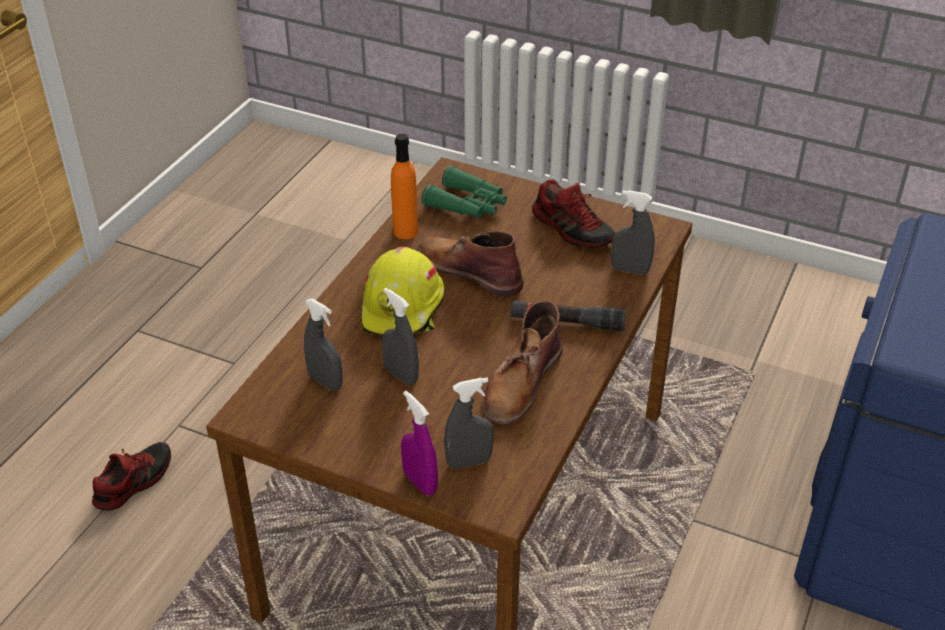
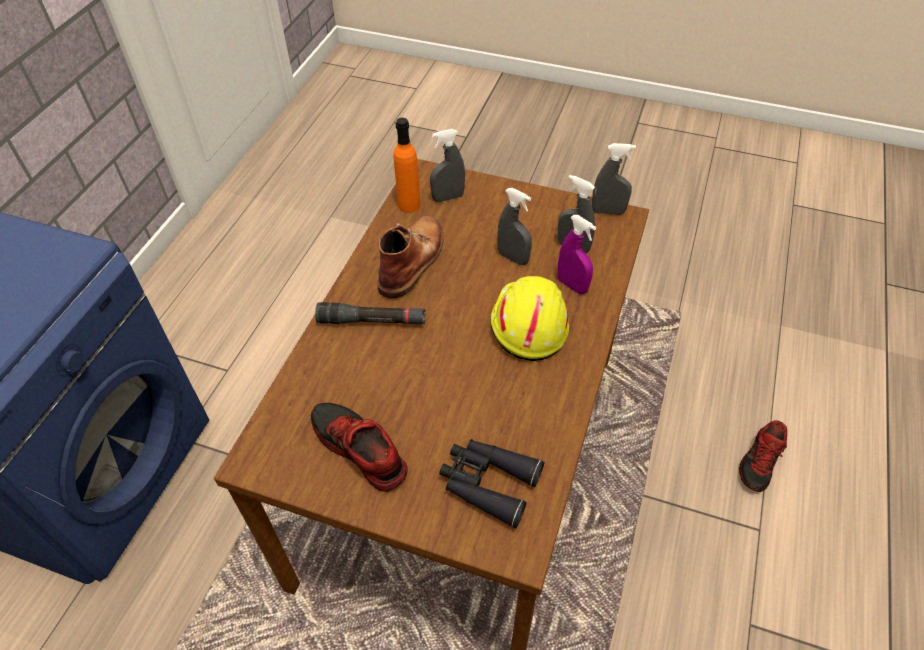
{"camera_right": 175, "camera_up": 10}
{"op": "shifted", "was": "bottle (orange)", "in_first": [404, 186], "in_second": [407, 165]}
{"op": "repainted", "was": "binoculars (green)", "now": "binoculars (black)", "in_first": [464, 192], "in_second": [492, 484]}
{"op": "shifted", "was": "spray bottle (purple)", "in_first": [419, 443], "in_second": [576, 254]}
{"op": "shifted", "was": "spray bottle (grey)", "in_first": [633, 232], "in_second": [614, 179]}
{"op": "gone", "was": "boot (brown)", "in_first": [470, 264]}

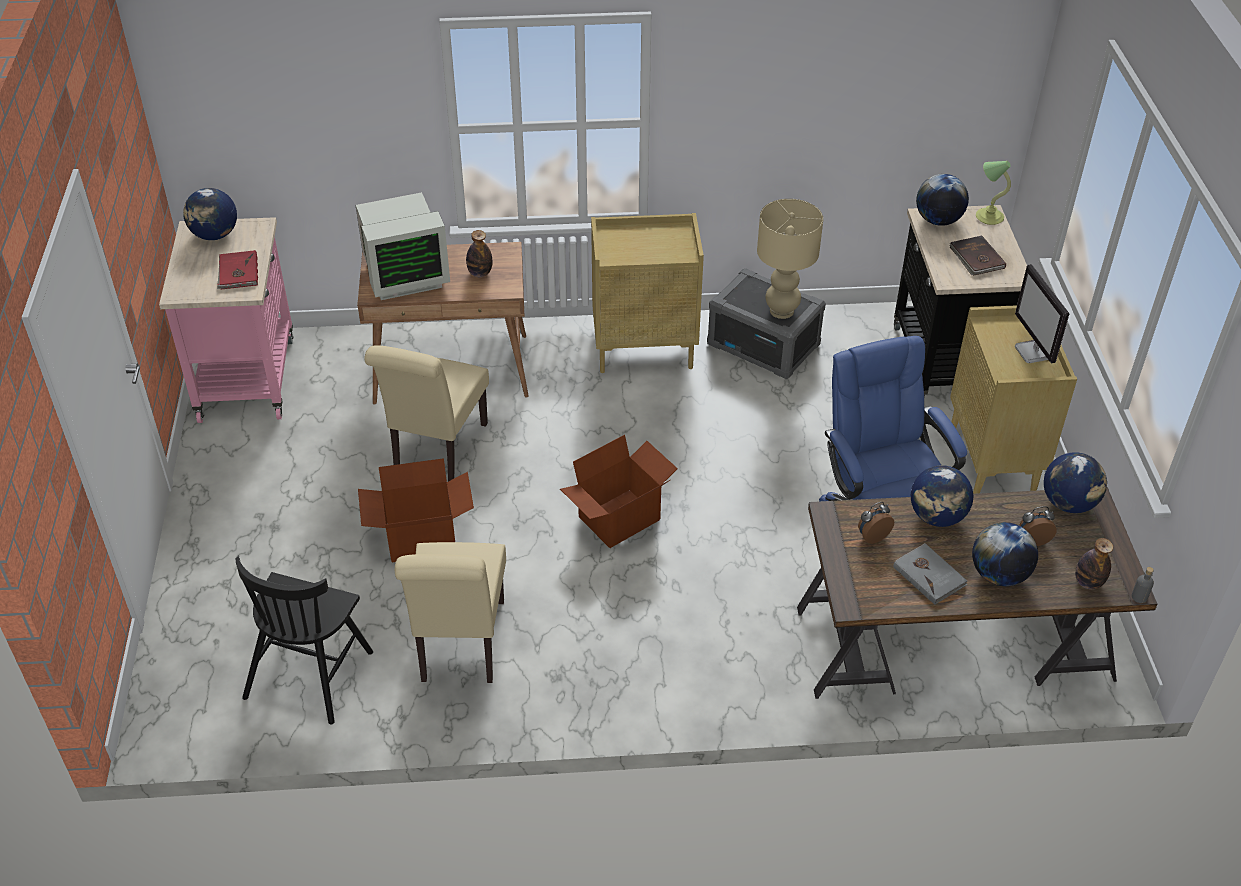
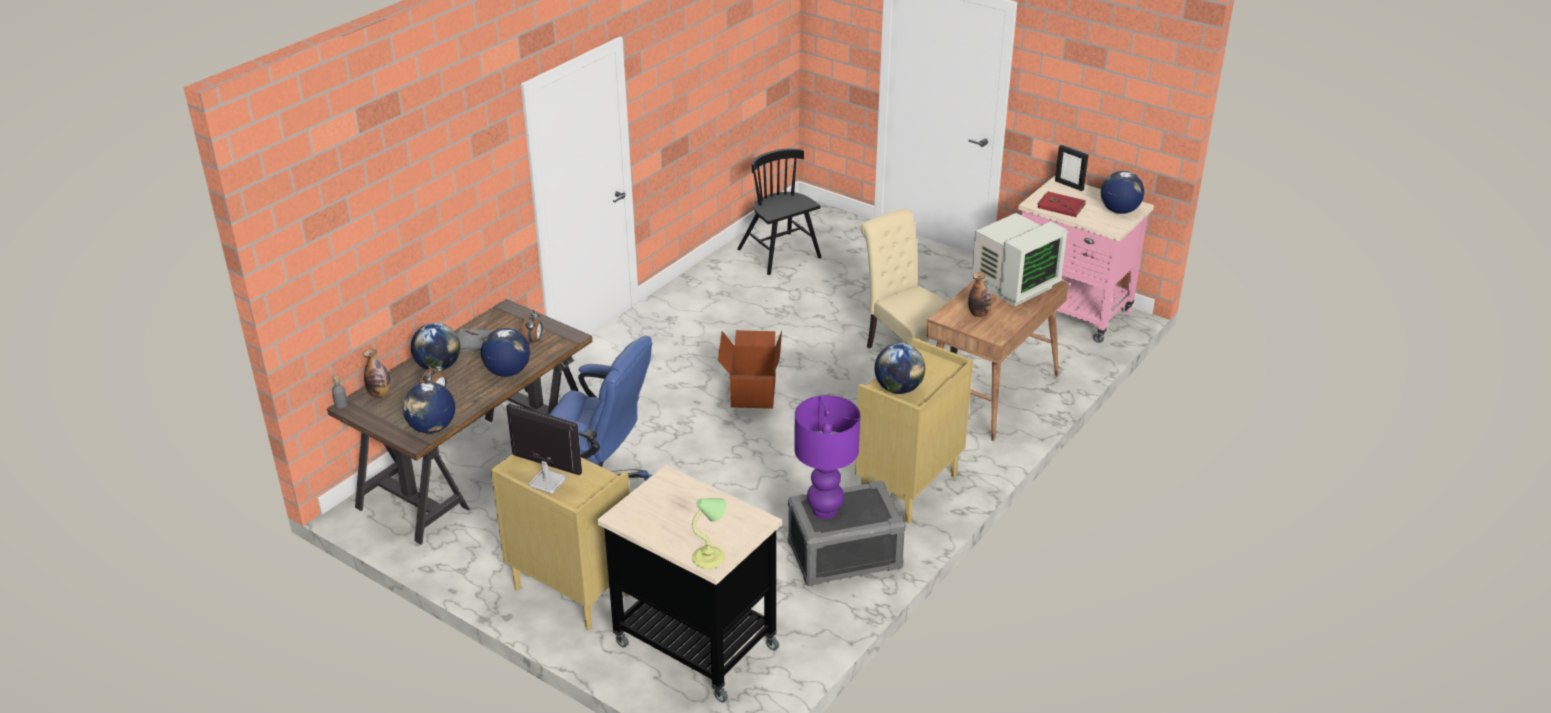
{"camera_right": 130, "camera_up": -10}
{"op": "repainted", "was": "table lamp (beige)", "now": "table lamp (purple)", "in_first": [790, 259], "in_second": [827, 457]}
{"op": "shifted", "was": "globe", "in_first": [942, 200], "in_second": [899, 368]}
{"op": "rotated", "was": "monitor", "in_first": [403, 246], "in_second": [1020, 259], "clockwise": -150}
{"op": "new", "now": "picture frame", "in_second": [1072, 168]}
{"op": "gone", "was": "cardboard box", "in_first": [416, 510]}
{"op": "gone", "was": "chair (beige)", "in_first": [450, 612]}
{"op": "gone", "was": "book (brown)", "in_first": [977, 255]}

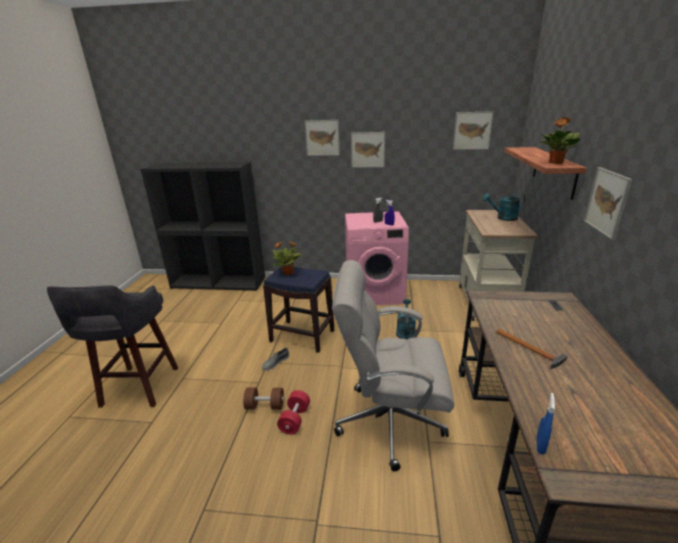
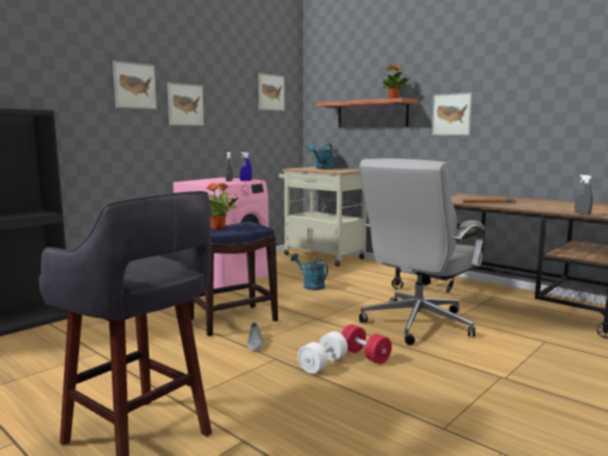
{"camera_right": -55, "camera_up": -15}
{"op": "repainted", "was": "dumbbell (brown)", "now": "dumbbell (white)", "in_first": [263, 399], "in_second": [323, 352]}
{"op": "repainted", "was": "spray bottle (blue)", "now": "spray bottle (grey)", "in_first": [546, 424], "in_second": [584, 195]}

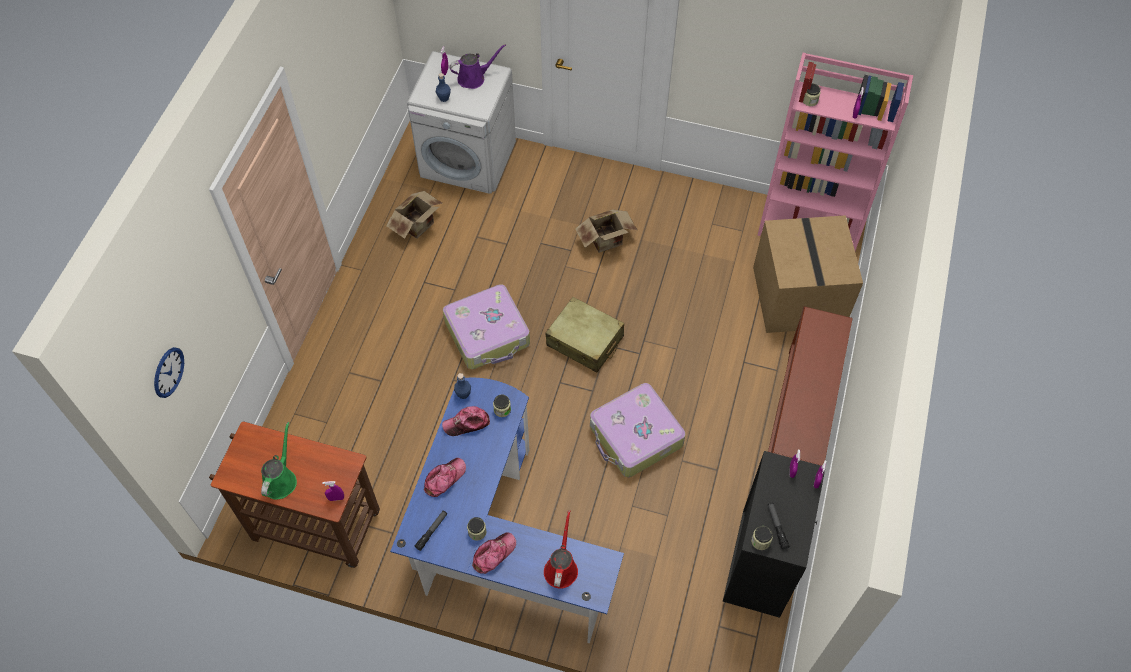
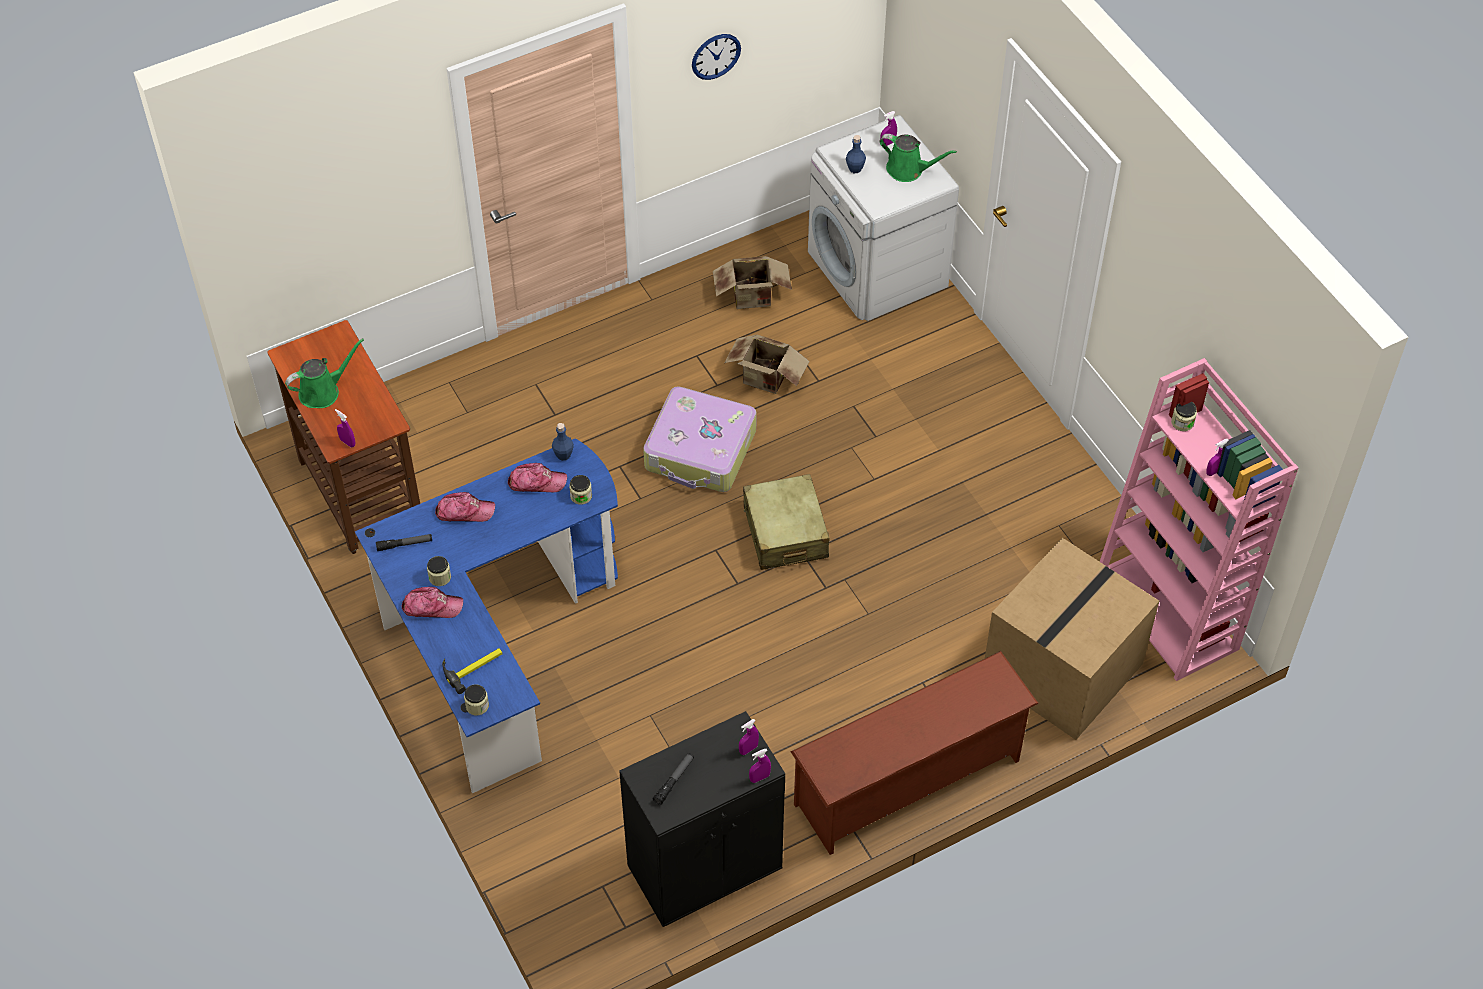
{"camera_right": 45, "camera_up": -5}
{"op": "swapped", "was": "watering can (red)", "now": "hammer", "in_first": [561, 549], "in_second": [472, 671]}
{"op": "shifted", "was": "jar", "in_first": [762, 538], "in_second": [476, 699]}
{"op": "rotated", "was": "cap", "in_first": [466, 421], "in_second": [537, 477], "clockwise": 150}
{"op": "shifted", "was": "wall clock", "in_first": [169, 372], "in_second": [716, 57]}
{"op": "shifted", "was": "cardboard box", "in_first": [606, 231], "in_second": [766, 364]}
{"op": "repainted", "was": "watering can (purple)", "now": "watering can (green)", "in_first": [477, 66], "in_second": [918, 158]}
{"op": "gone", "was": "suitcase", "in_first": [638, 430]}

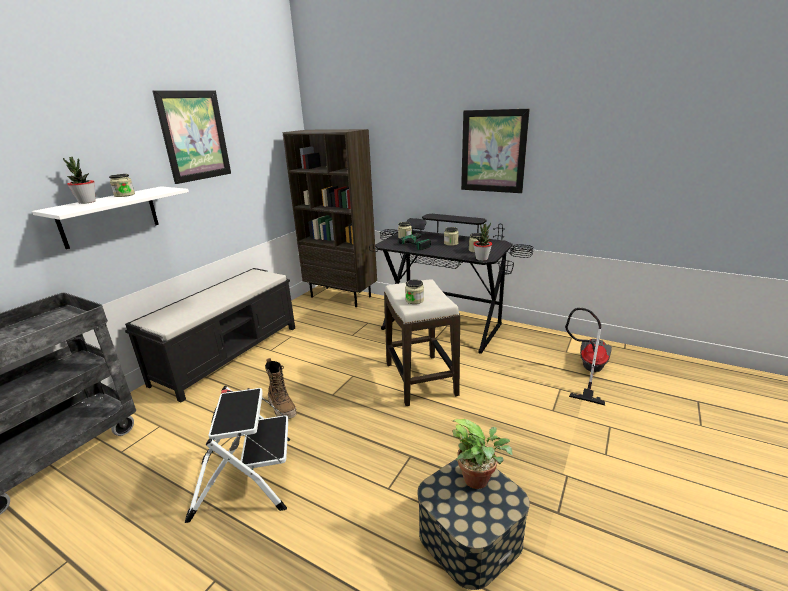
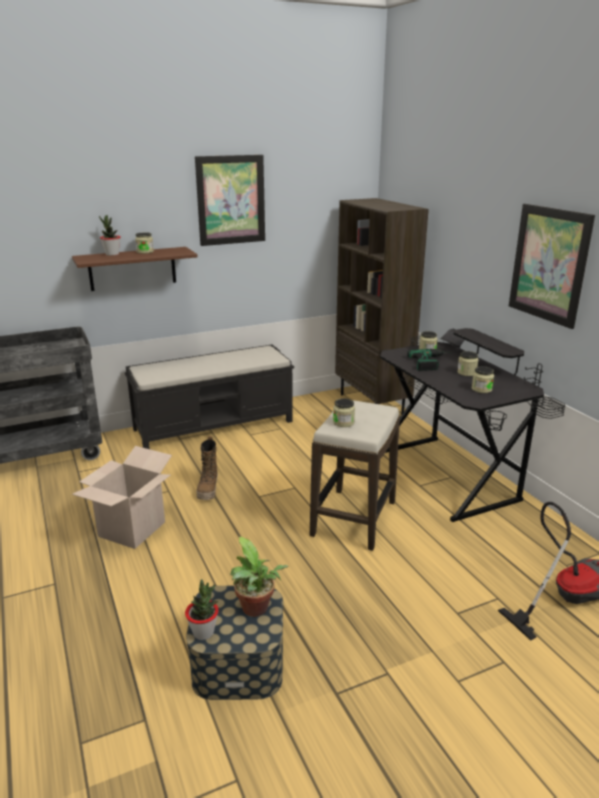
{"camera_right": 35, "camera_up": 0}
{"op": "repainted", "was": "shelf (white)", "now": "shelf (brown)", "in_first": [110, 217], "in_second": [135, 269]}
{"op": "swapped", "was": "step ladder", "now": "cardboard box", "in_first": [237, 454], "in_second": [122, 497]}
{"op": "shifted", "was": "potted plant", "in_first": [482, 242], "in_second": [202, 609]}

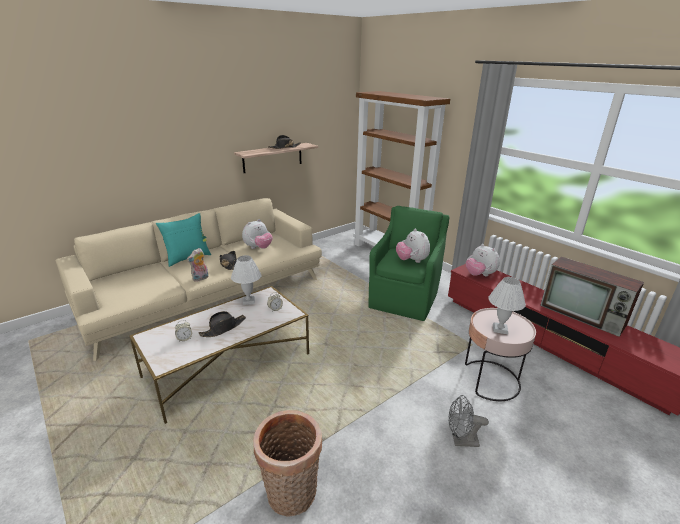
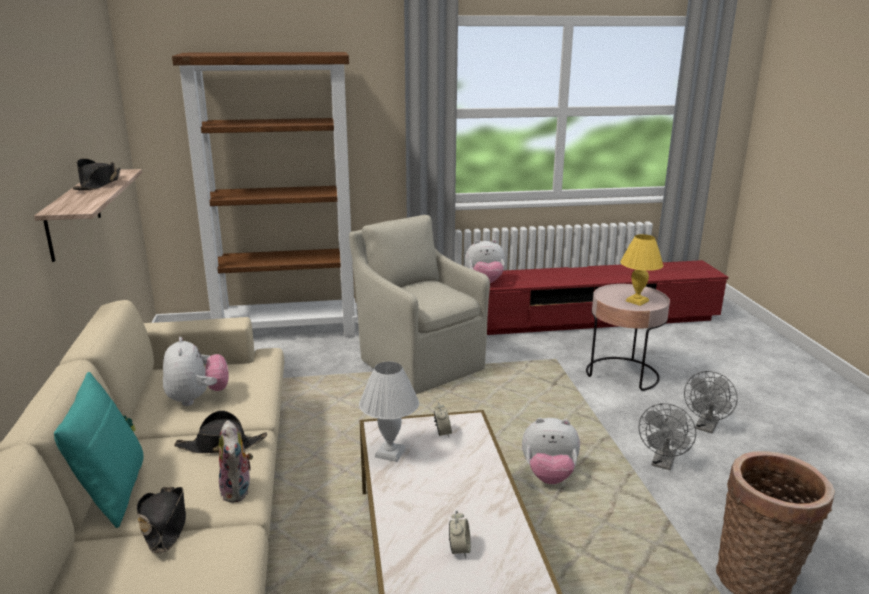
{"camera_right": -60, "camera_up": -5}
{"op": "shifted", "was": "hat (black)", "in_first": [222, 324], "in_second": [161, 519]}
{"op": "repainted", "was": "armchair (green)", "now": "armchair (beige)", "in_first": [409, 263], "in_second": [419, 304]}
{"op": "shifted", "was": "plush toy", "in_first": [413, 246], "in_second": [551, 451]}
{"op": "repainted", "was": "table lamp (white)", "now": "table lamp (yellow)", "in_first": [507, 305], "in_second": [641, 270]}
{"op": "new", "now": "fan (grey)", "in_second": [667, 436]}
{"op": "gone", "was": "television", "in_first": [592, 297]}

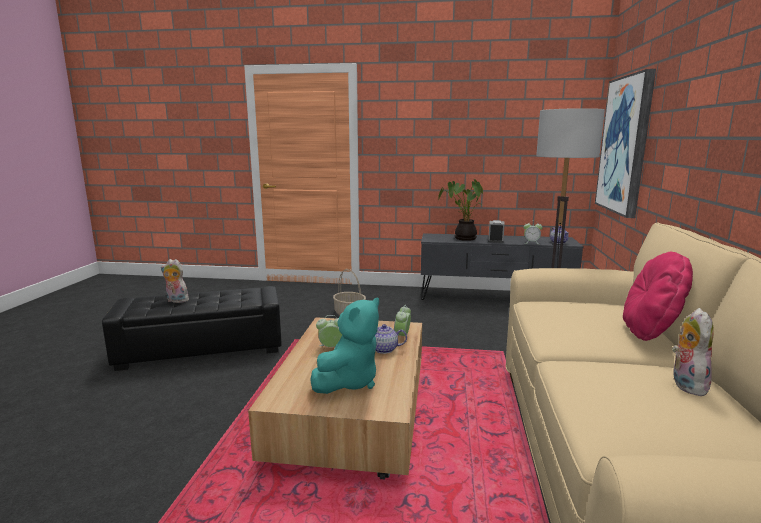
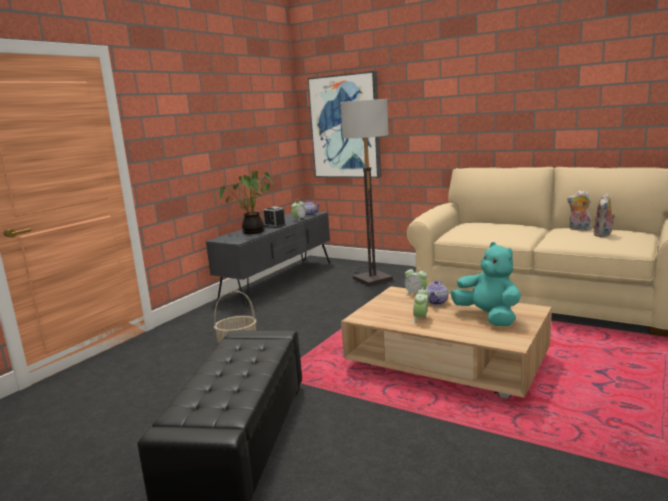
{"camera_right": -65, "camera_up": 0}
{"op": "shifted", "was": "plush toy", "in_first": [175, 281], "in_second": [604, 215]}
{"op": "gone", "was": "pillow (pink)", "in_first": [658, 296]}

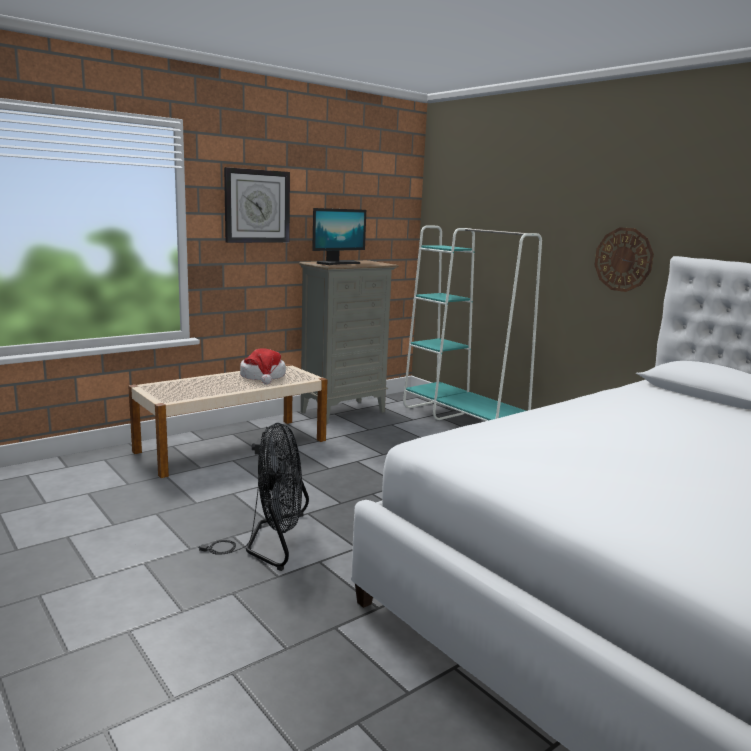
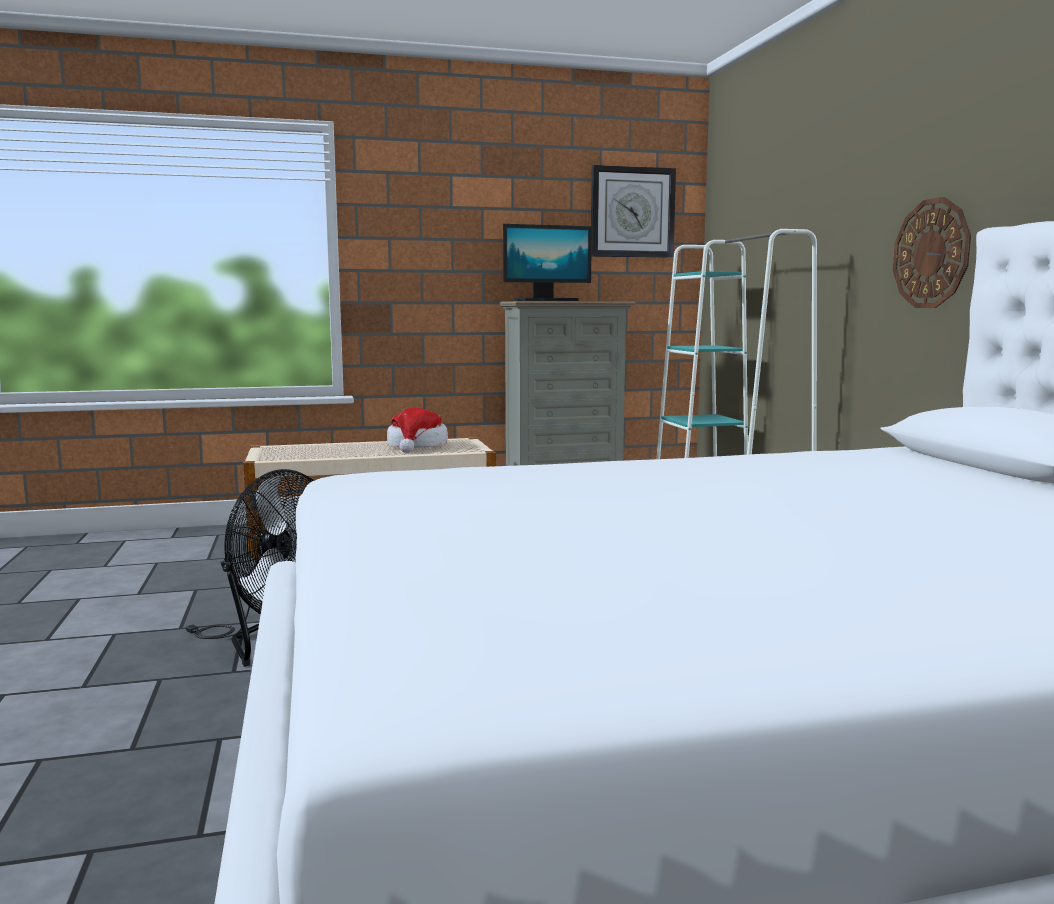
{"camera_right": 25, "camera_up": -5}
{"op": "shifted", "was": "wall clock", "in_first": [257, 205], "in_second": [633, 211]}

